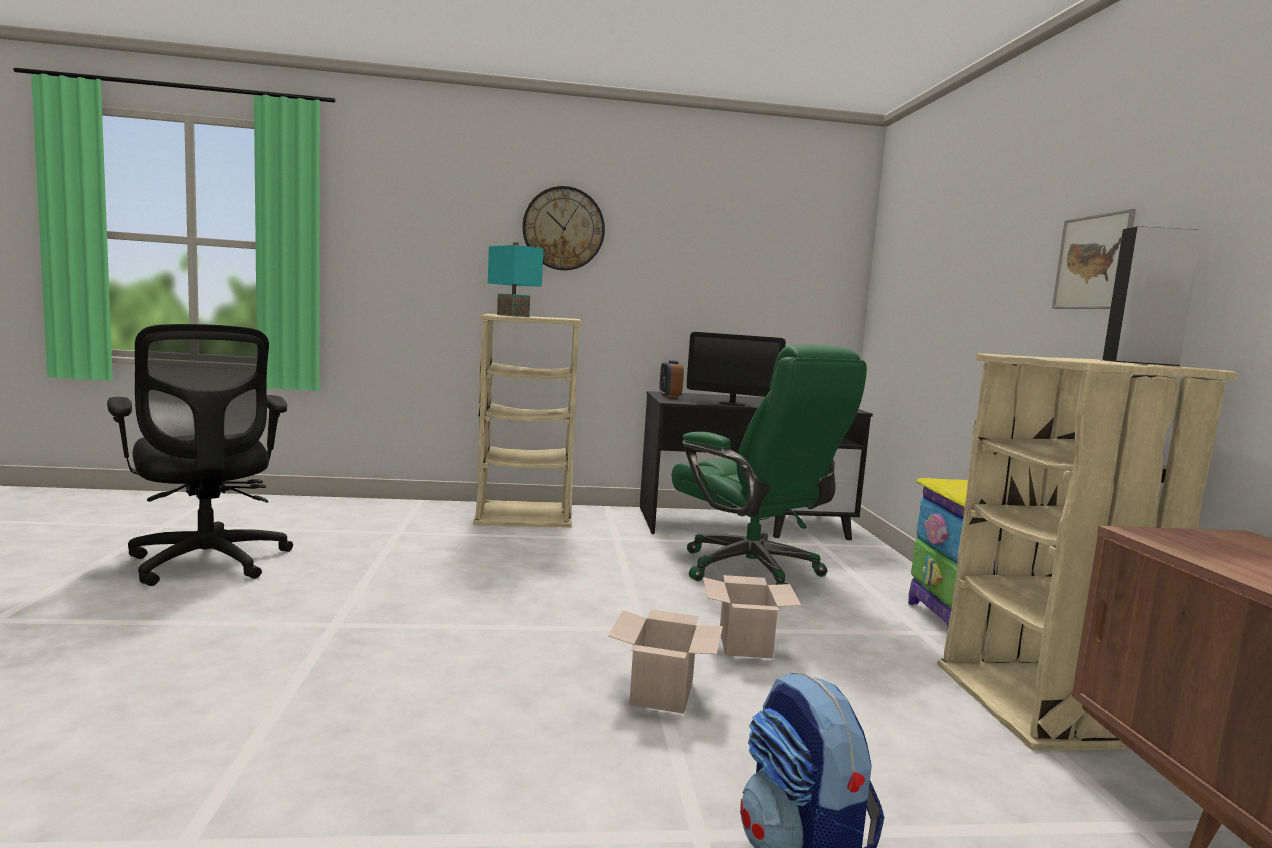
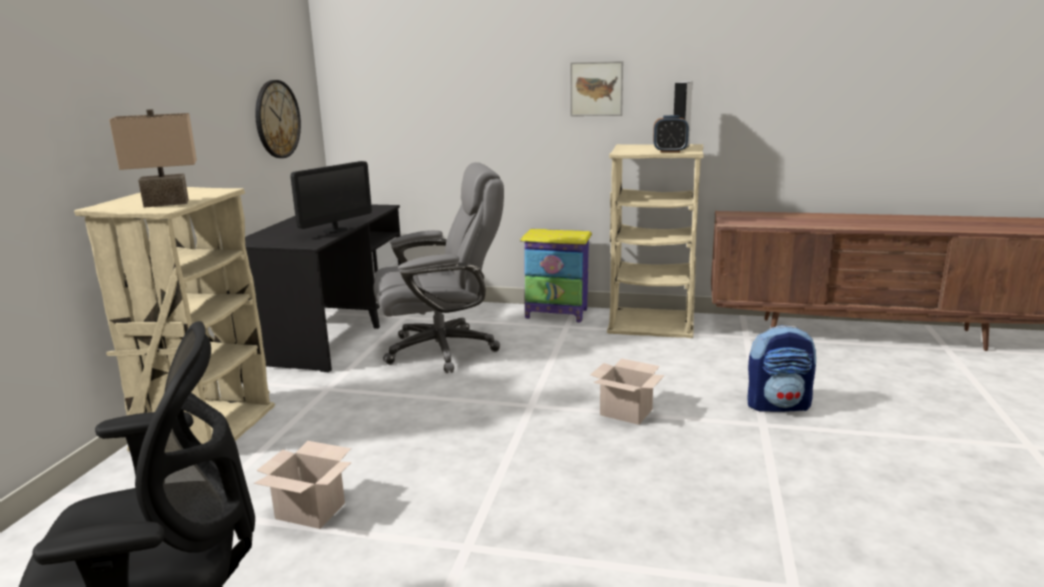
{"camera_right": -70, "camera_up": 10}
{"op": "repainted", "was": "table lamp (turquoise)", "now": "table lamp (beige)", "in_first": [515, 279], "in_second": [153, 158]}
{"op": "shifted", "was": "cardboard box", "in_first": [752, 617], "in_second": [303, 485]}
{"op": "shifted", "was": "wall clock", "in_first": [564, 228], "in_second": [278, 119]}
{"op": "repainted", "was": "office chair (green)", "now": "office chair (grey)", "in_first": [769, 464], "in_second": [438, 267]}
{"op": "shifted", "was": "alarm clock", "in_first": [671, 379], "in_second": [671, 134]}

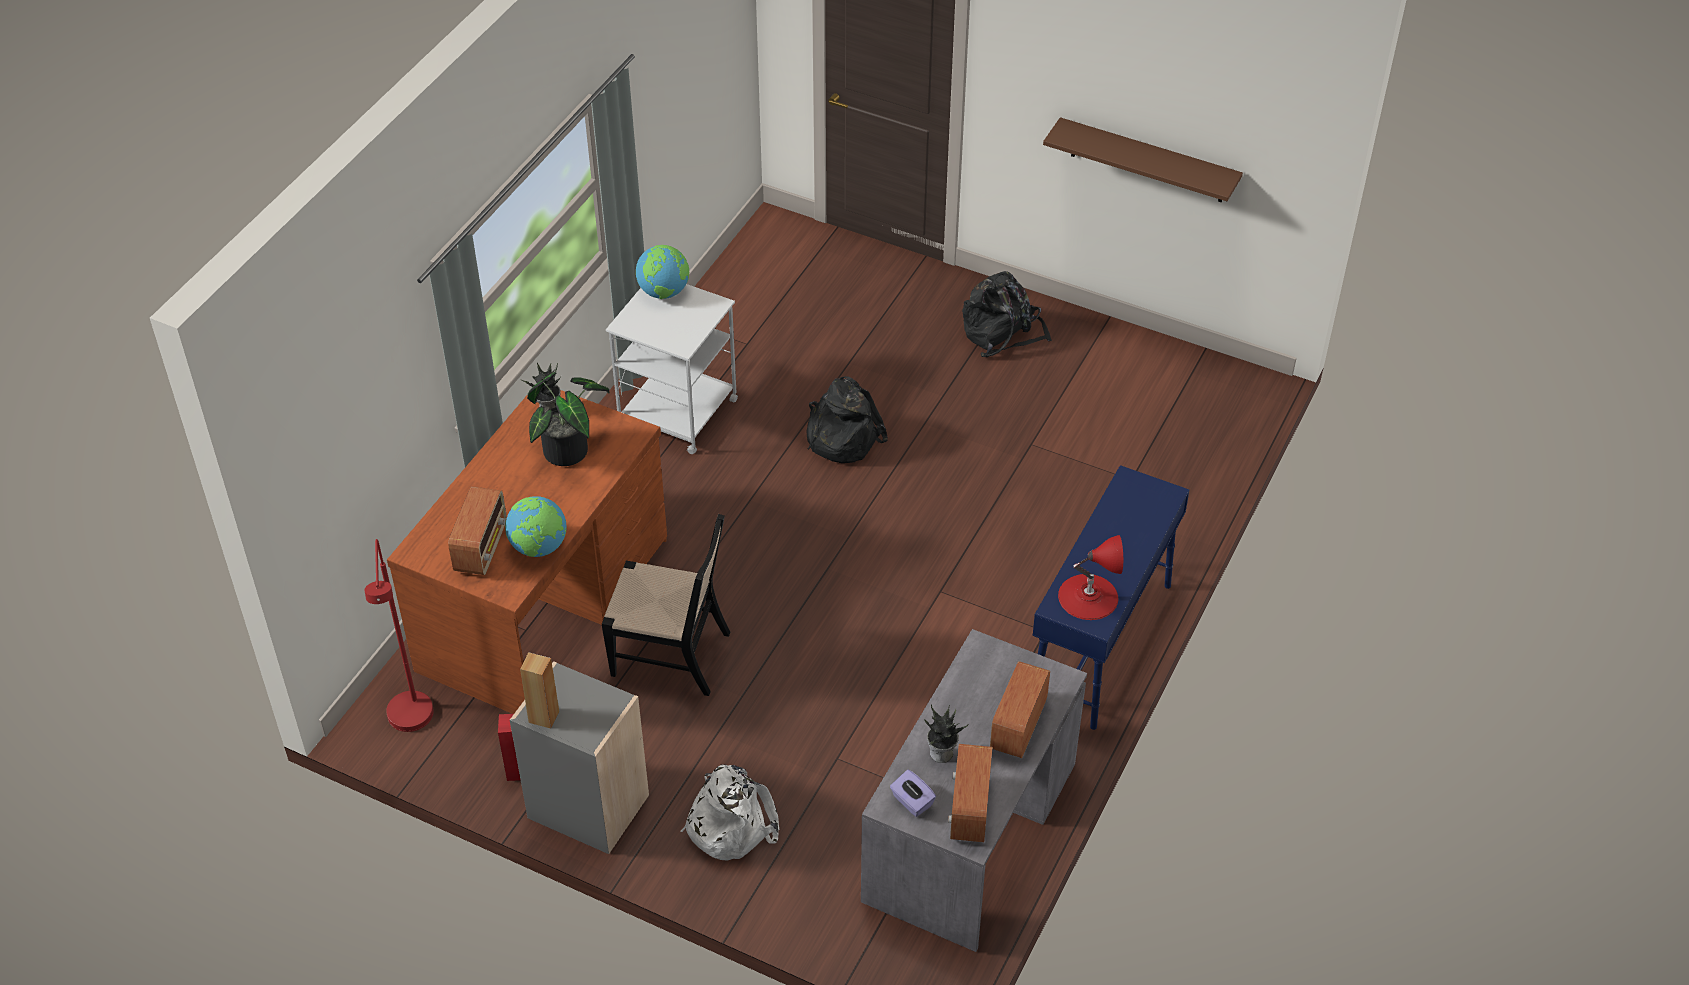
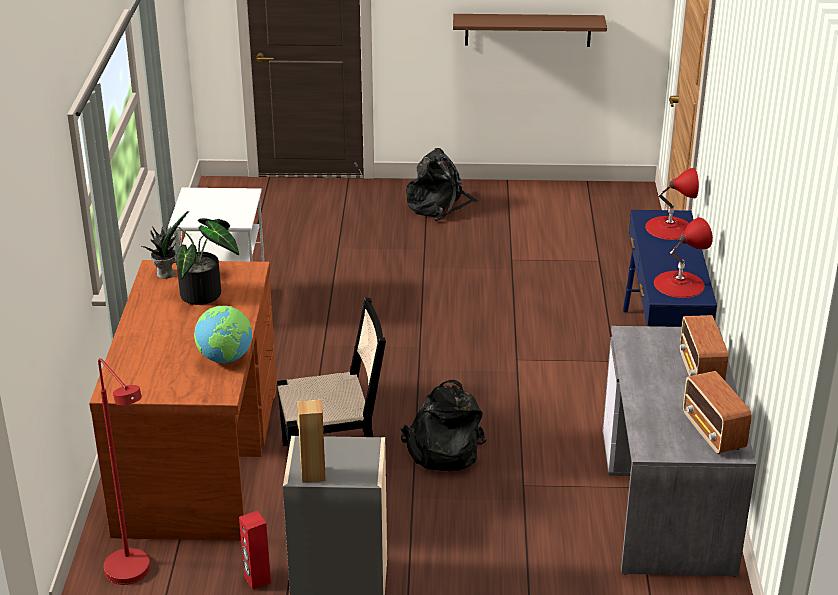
{"camera_right": -25, "camera_up": -15}
{"op": "shifted", "was": "backpack (black)", "in_first": [847, 419], "in_second": [443, 425]}
{"op": "new", "now": "table lamp (red)", "in_second": [672, 204]}
{"op": "gone", "was": "radio", "in_first": [477, 530]}
{"op": "gone", "was": "globe", "in_first": [662, 272]}
{"op": "gone", "was": "backpack (white)", "in_first": [730, 812]}
{"op": "gone", "was": "tissue box (purple)", "in_first": [913, 793]}
{"op": "gone", "was": "potted plant", "in_first": [946, 733]}

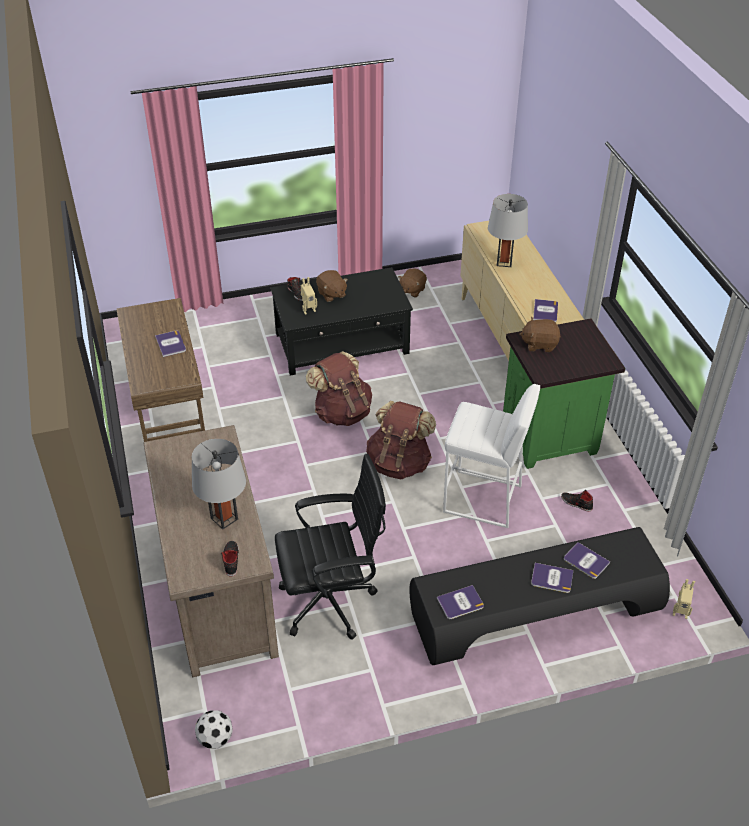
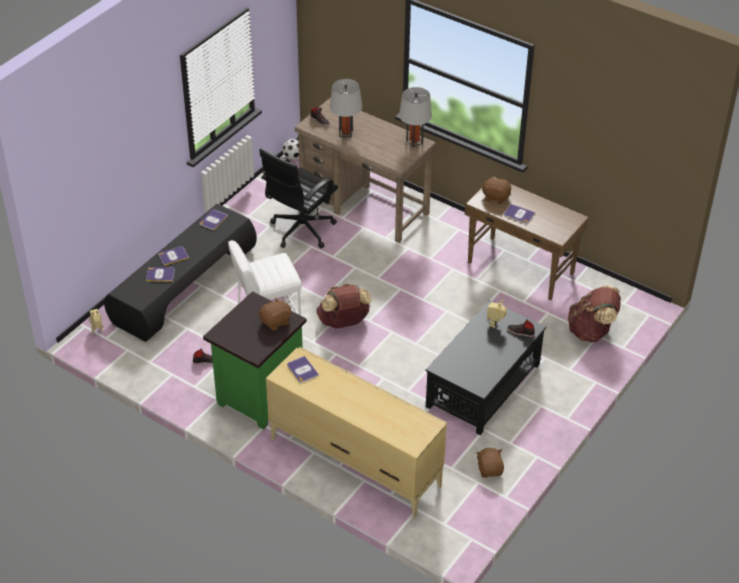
{"camera_right": 140, "camera_up": 0}
{"op": "shifted", "was": "table lamp (grey)", "in_first": [508, 230], "in_second": [415, 117]}
{"op": "shifted", "was": "plush toy (brown)", "in_first": [332, 286], "in_second": [496, 190]}
{"op": "shifted", "was": "backpack (brown)", "in_first": [339, 388], "in_second": [594, 313]}

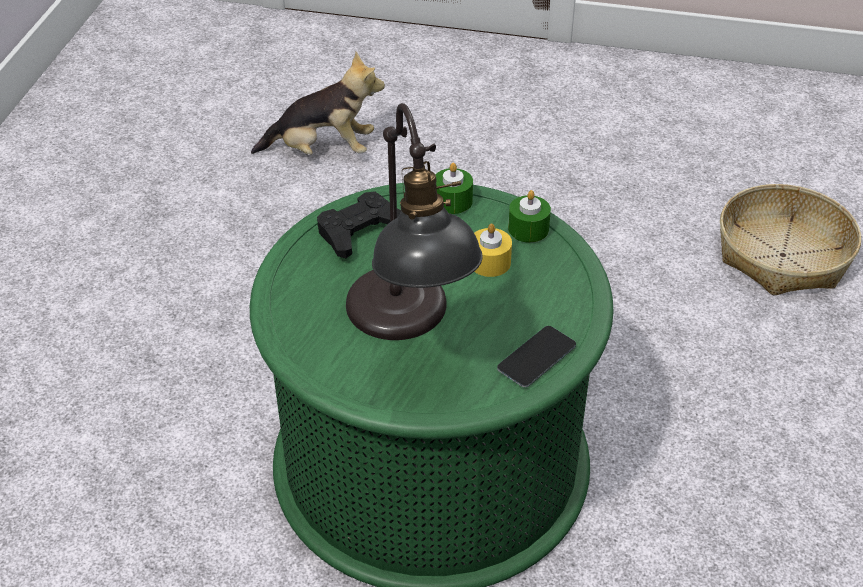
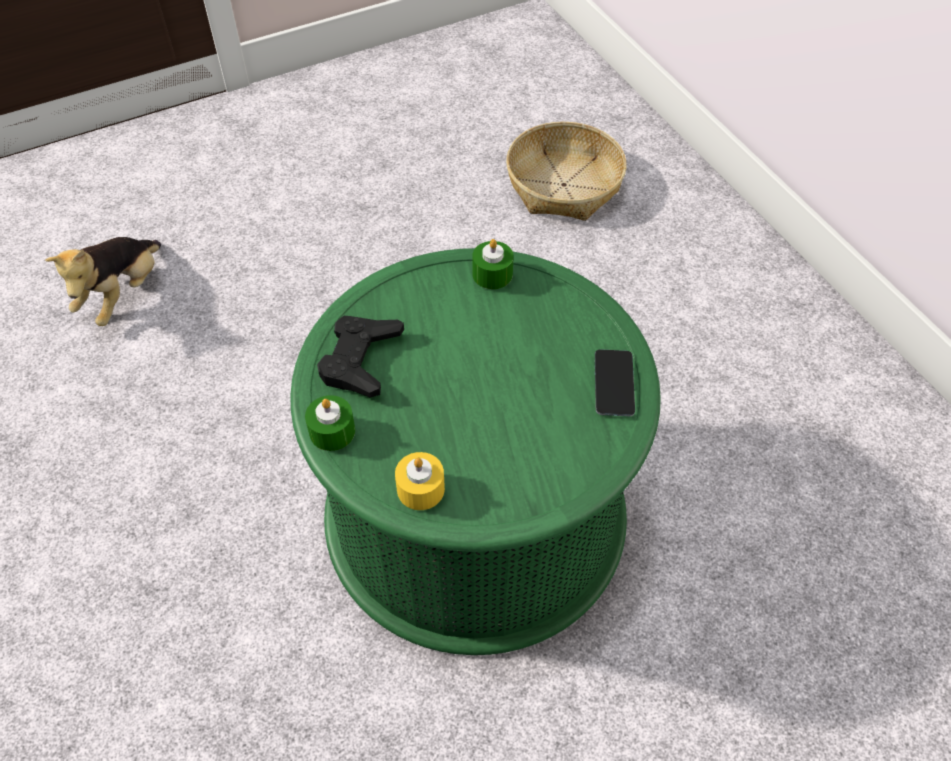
{"camera_right": -40, "camera_up": 10}
{"op": "rotated", "was": "plush toy", "in_first": [318, 103], "in_second": [103, 281], "clockwise": 150}
{"op": "shifted", "was": "candle (green)", "in_first": [454, 188], "in_second": [330, 423]}
{"op": "shifted", "was": "candle (yellow)", "in_first": [493, 250], "in_second": [420, 481]}
{"op": "gone", "was": "table lamp (grey)", "in_first": [414, 221]}

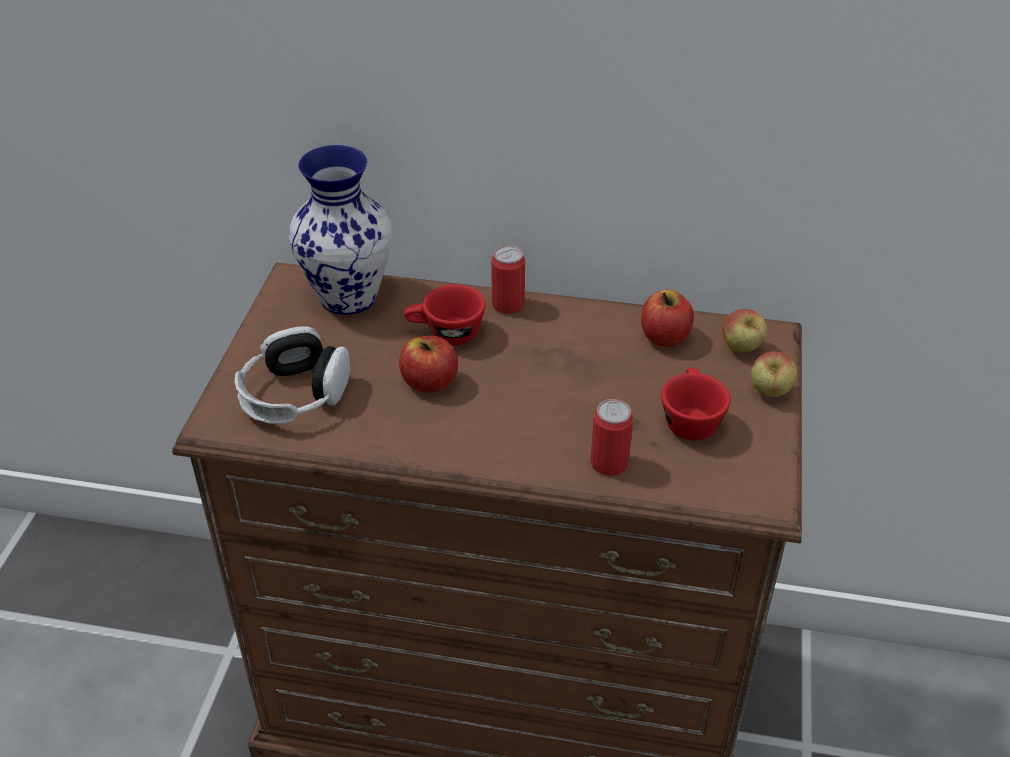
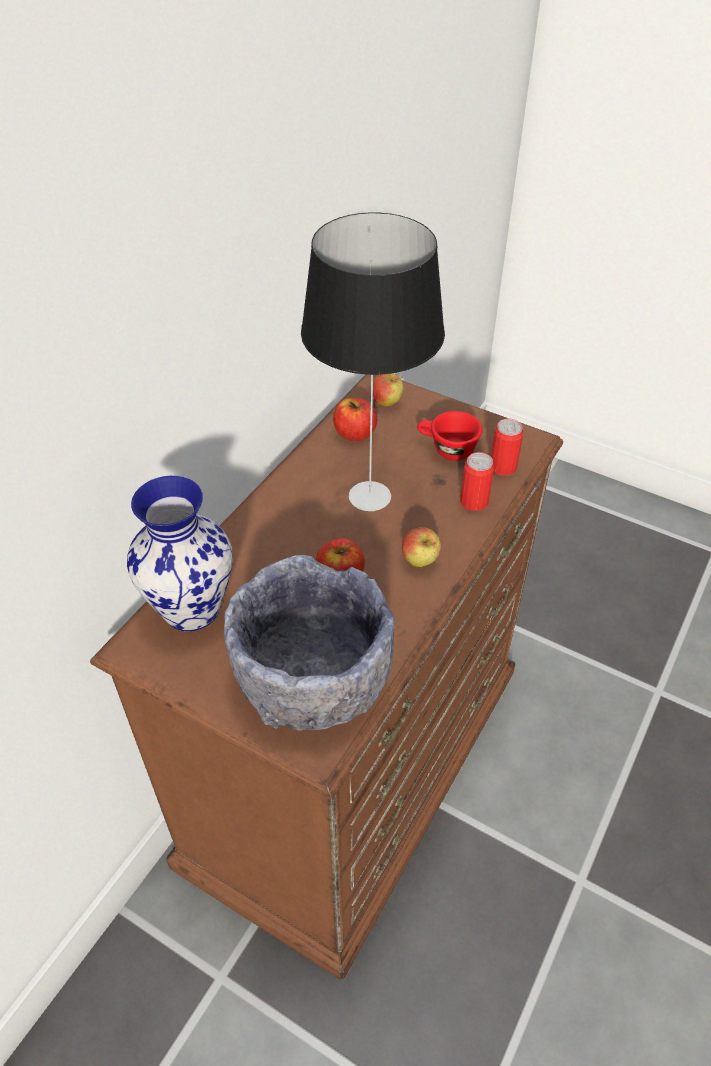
{"camera_right": -70, "camera_up": 5}
{"op": "swapped", "was": "headphones", "now": "bowl (grey)", "in_first": [292, 375], "in_second": [309, 643]}
{"op": "new", "now": "table lamp", "in_second": [373, 362]}
{"op": "shifted", "was": "apple", "in_first": [774, 374], "in_second": [421, 547]}
{"op": "shifted", "was": "can", "in_first": [508, 279], "in_second": [507, 447]}
{"op": "gone", "was": "cup (red)", "in_first": [445, 314]}

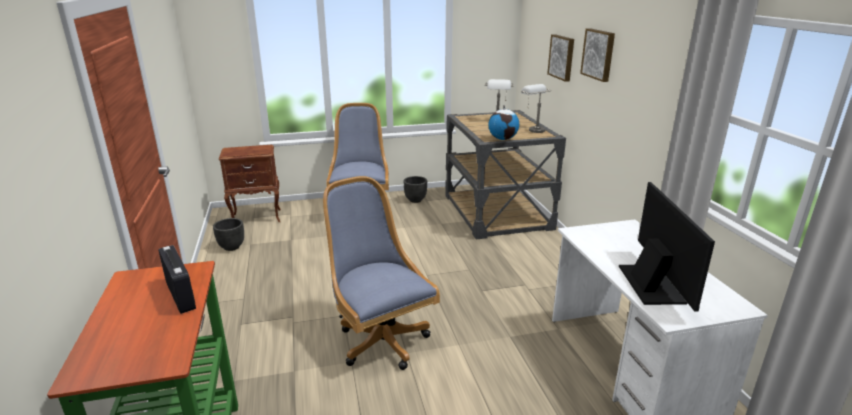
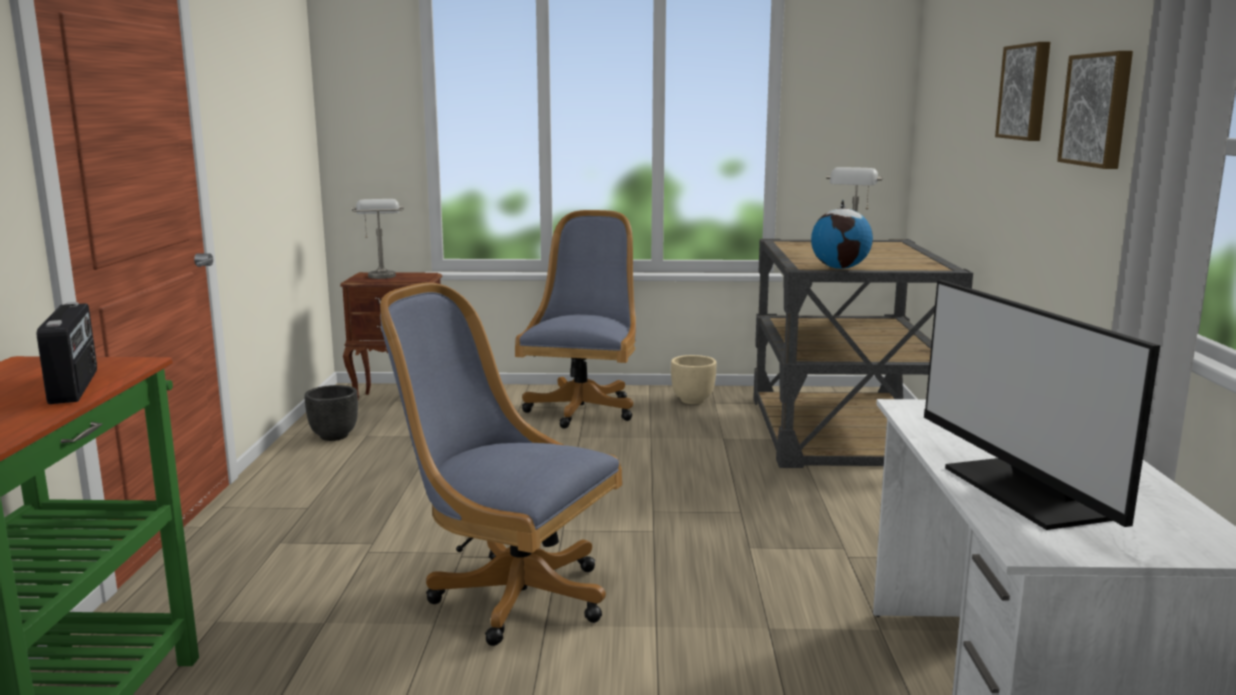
{"camera_right": 15, "camera_up": -10}
{"op": "shifted", "was": "table lamp (grey)", "in_first": [536, 108], "in_second": [378, 239]}
{"op": "rotated", "was": "office chair (blue)", "in_first": [381, 273], "in_second": [501, 464], "clockwise": -45}
{"op": "repainted", "was": "planter (black)", "now": "planter (beige)", "in_first": [415, 189], "in_second": [694, 379]}
{"op": "rotated", "was": "monitor", "in_first": [667, 247], "in_second": [1042, 405], "clockwise": 150}
{"op": "shifted", "was": "picture", "in_first": [560, 58], "in_second": [1095, 110]}

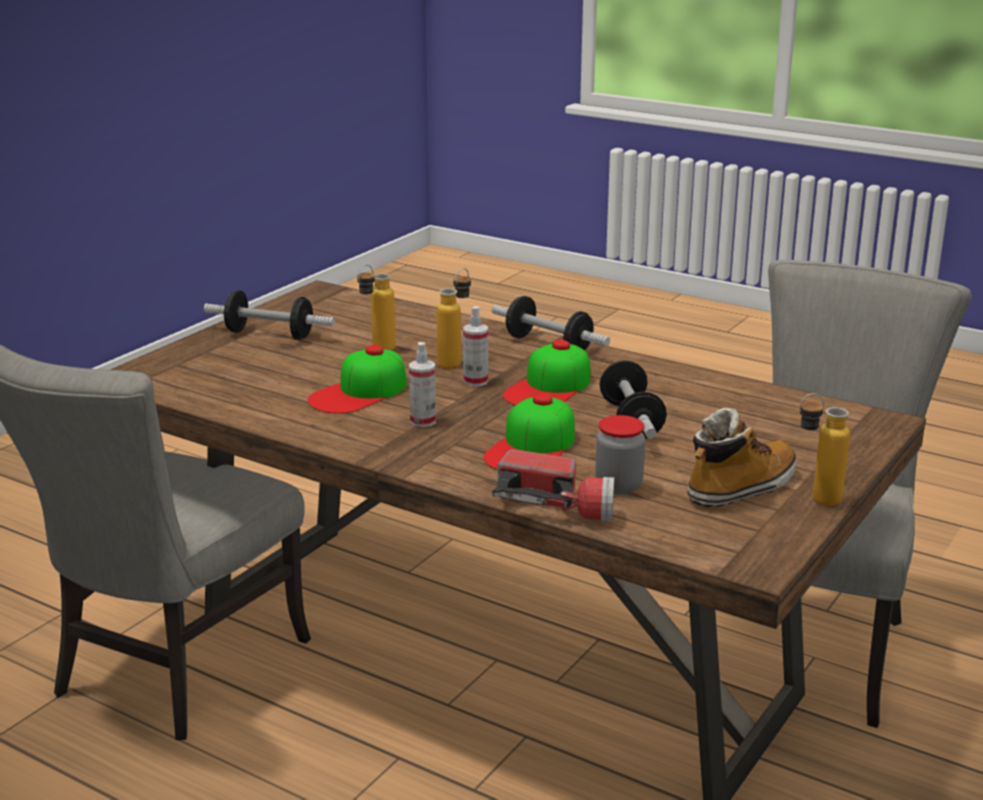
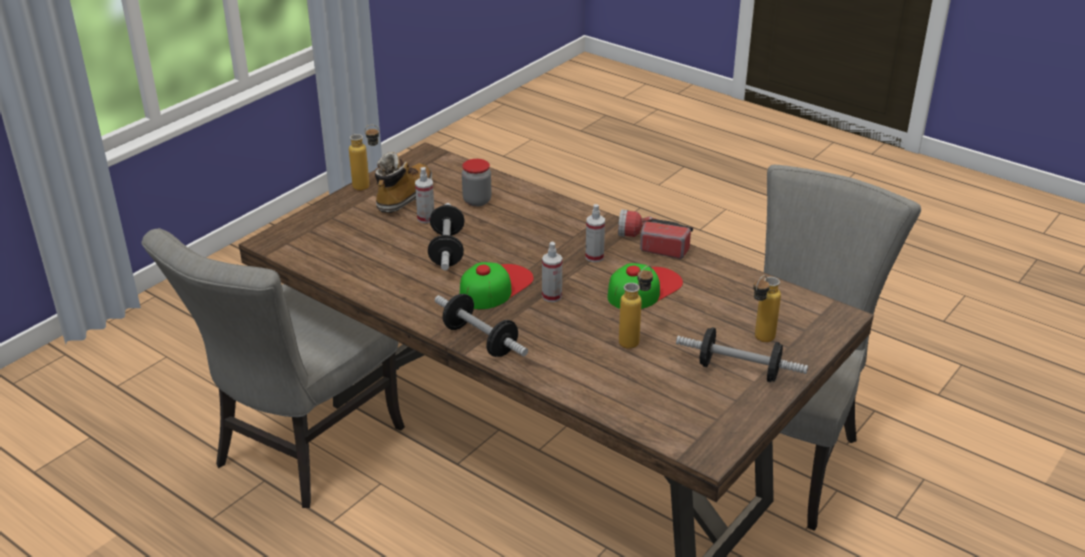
{"camera_right": -175, "camera_up": 10}
{"op": "rotated", "was": "boot", "in_first": [742, 457], "in_second": [403, 182], "clockwise": 150}
{"op": "new", "now": "spray bottle", "in_second": [424, 195]}
{"op": "shifted", "was": "flashlight", "in_first": [553, 485], "in_second": [655, 234]}
{"op": "shifted", "was": "bottle", "in_first": [453, 318], "in_second": [767, 308]}
{"op": "gone", "was": "cap", "in_first": [529, 432]}

